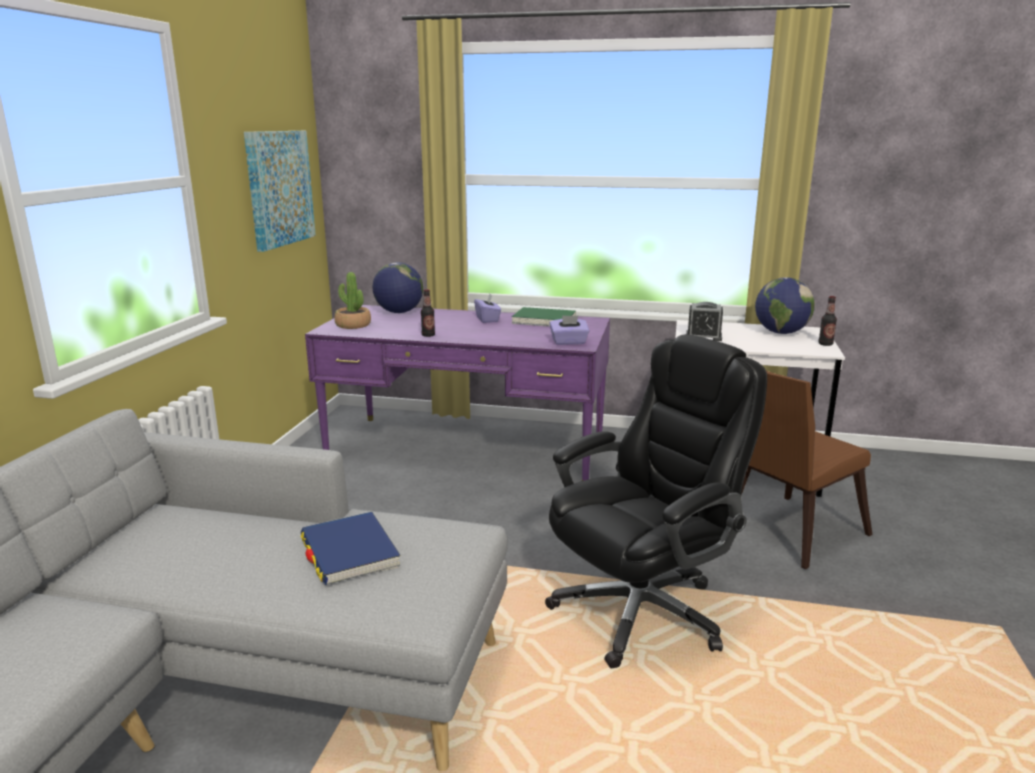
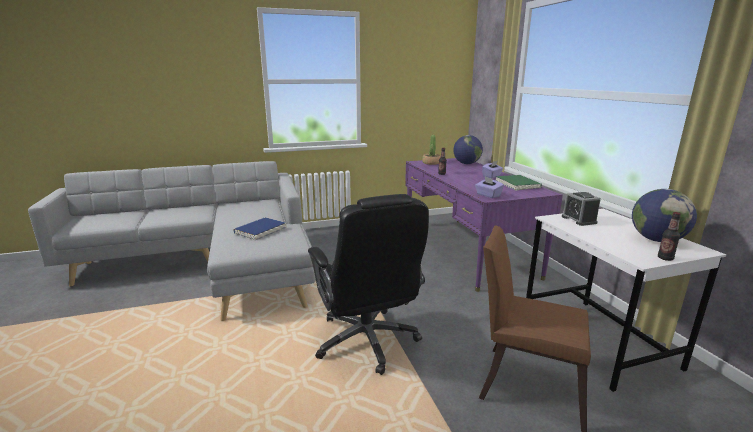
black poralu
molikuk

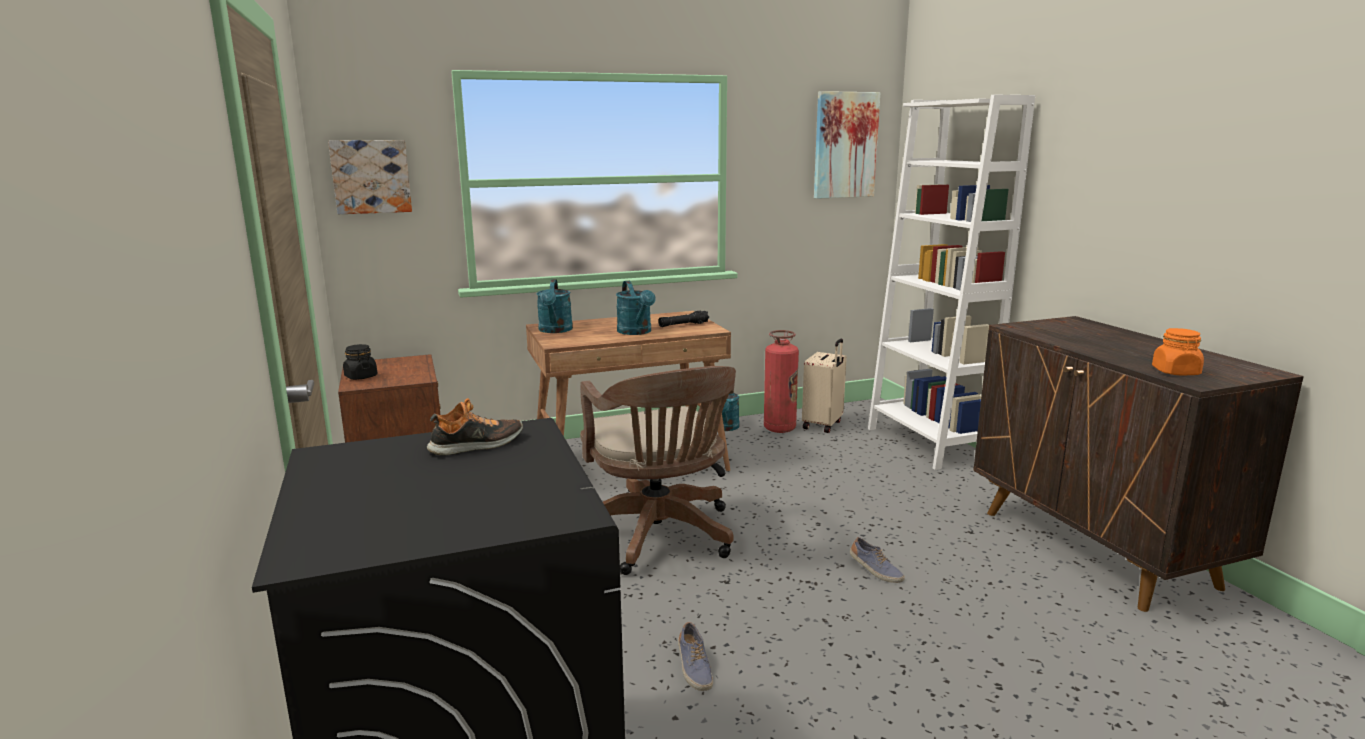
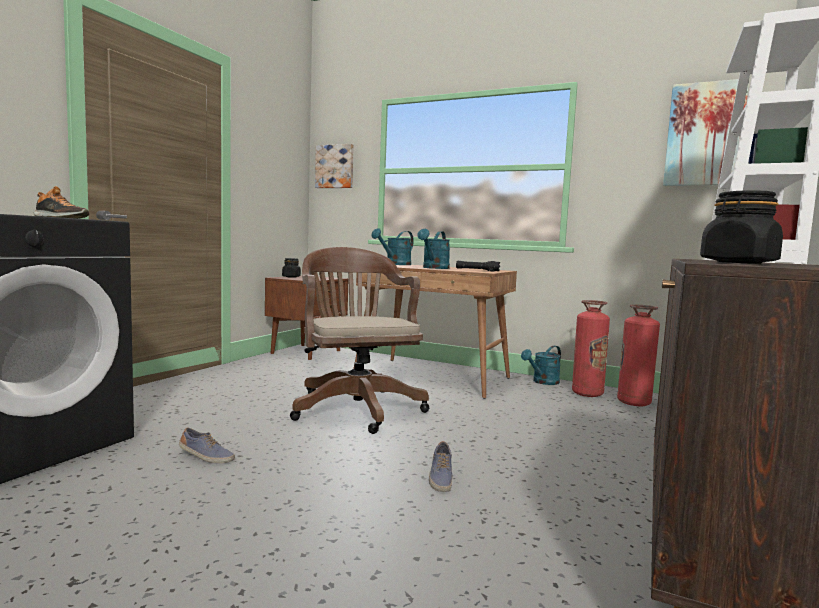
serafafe (2nd from left)
brown poralu
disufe (2nd from left)
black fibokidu (2nd from left)

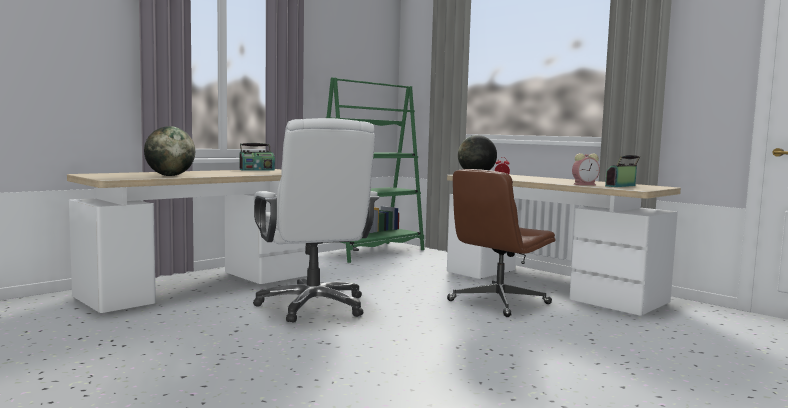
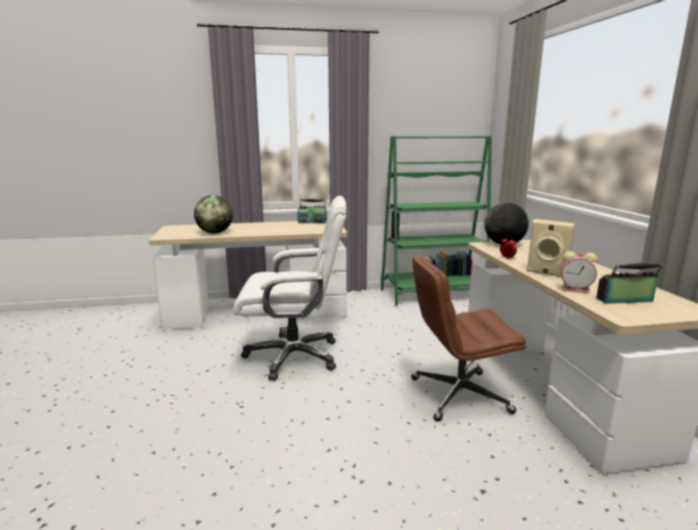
white poralu
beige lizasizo

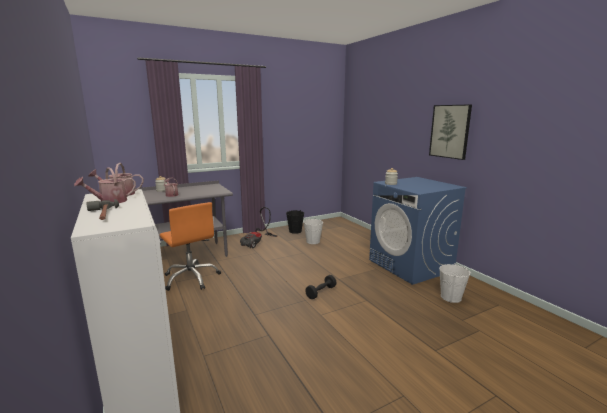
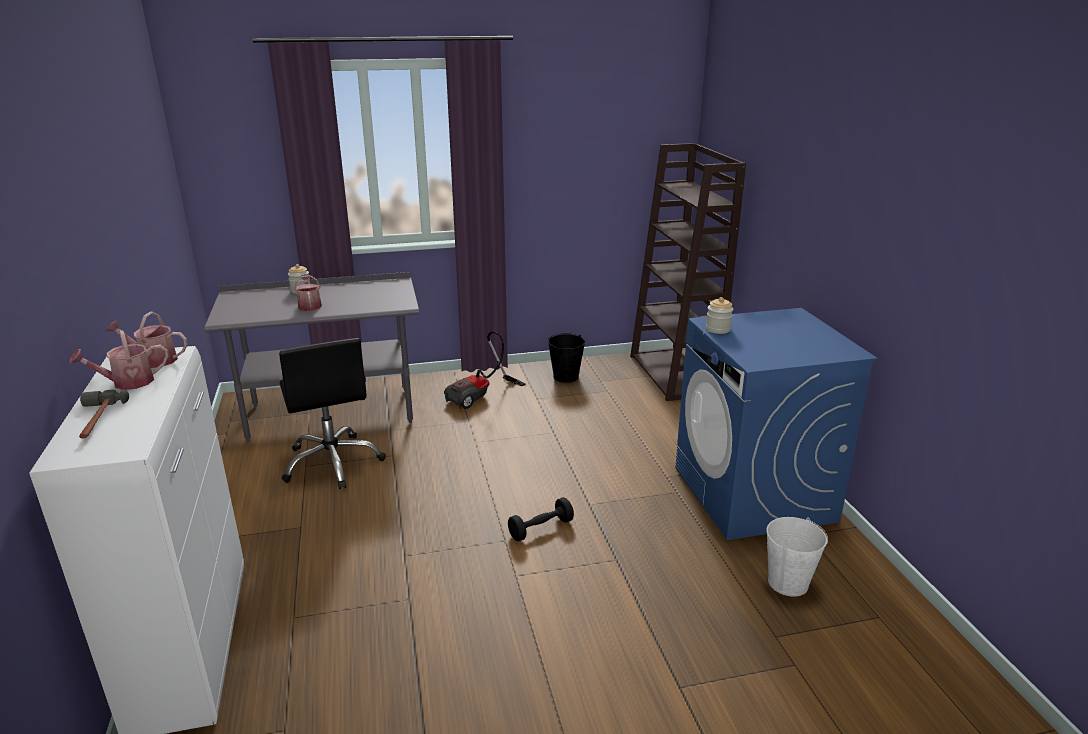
black poralu
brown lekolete
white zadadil (1st from left in the first image)
molikuk

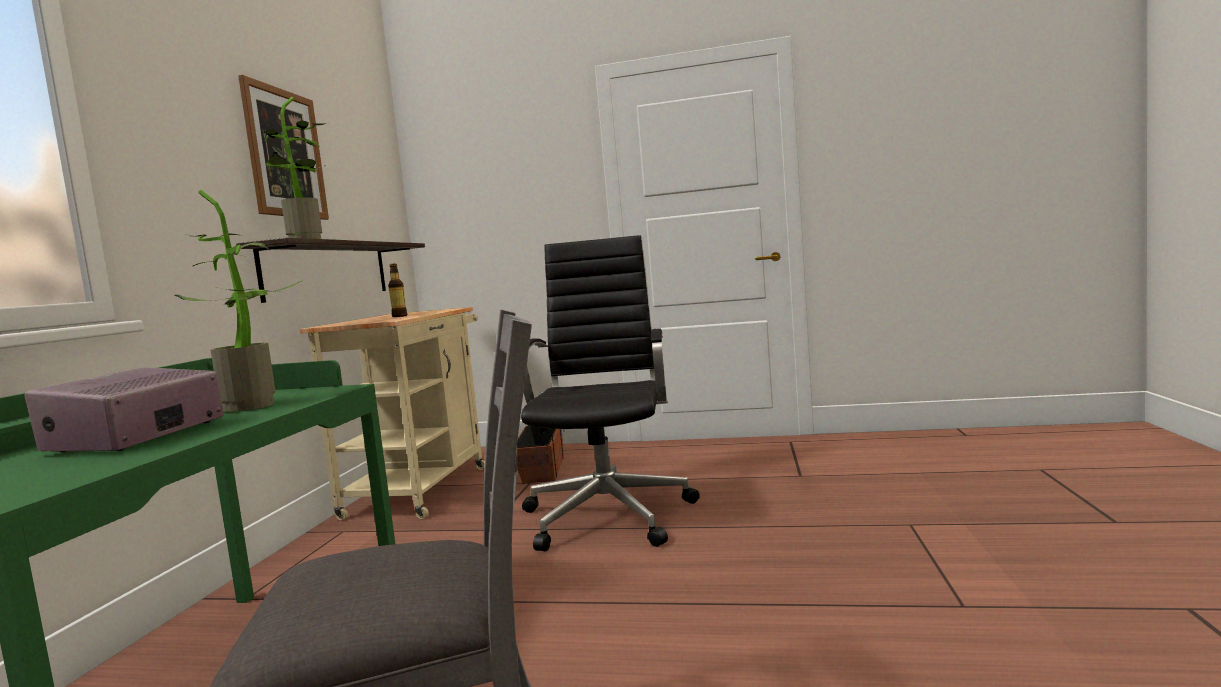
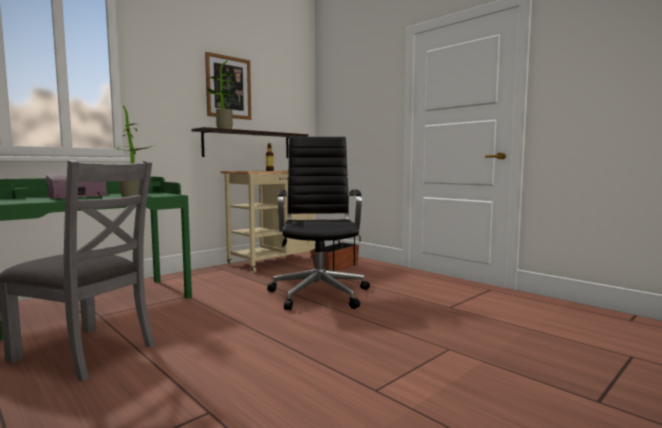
black poralu

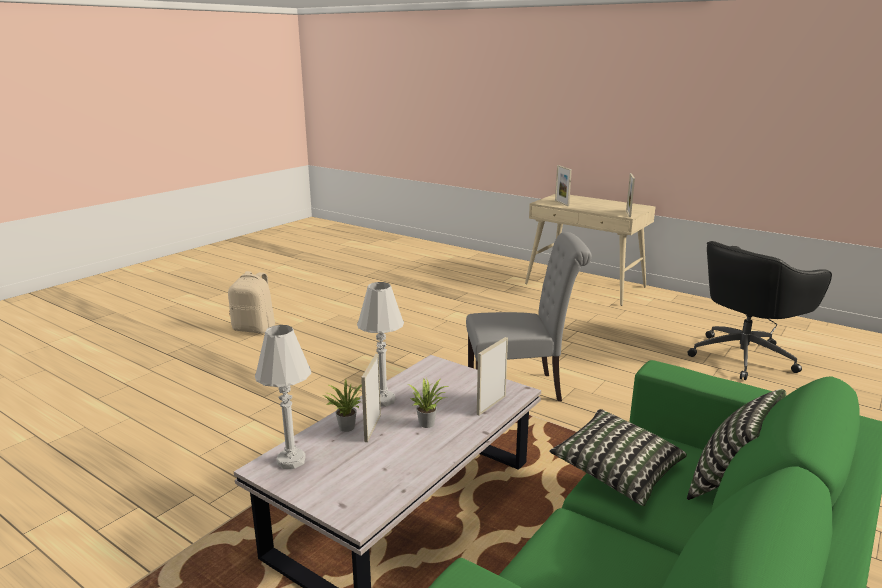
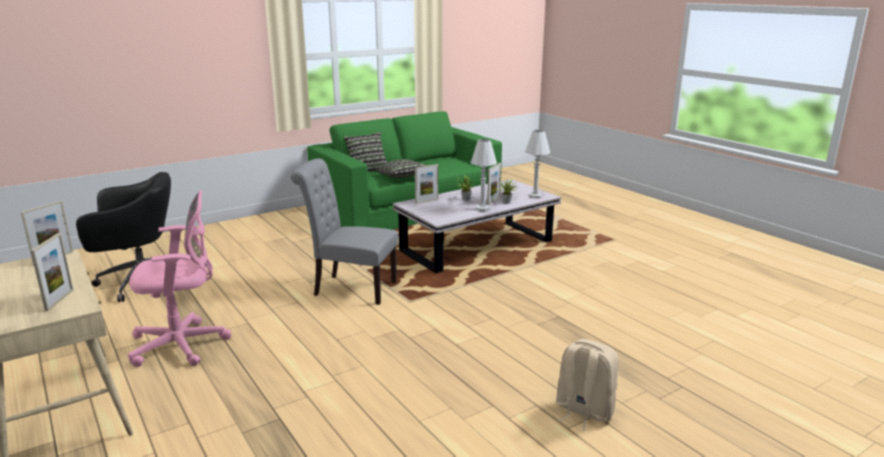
pink poralu

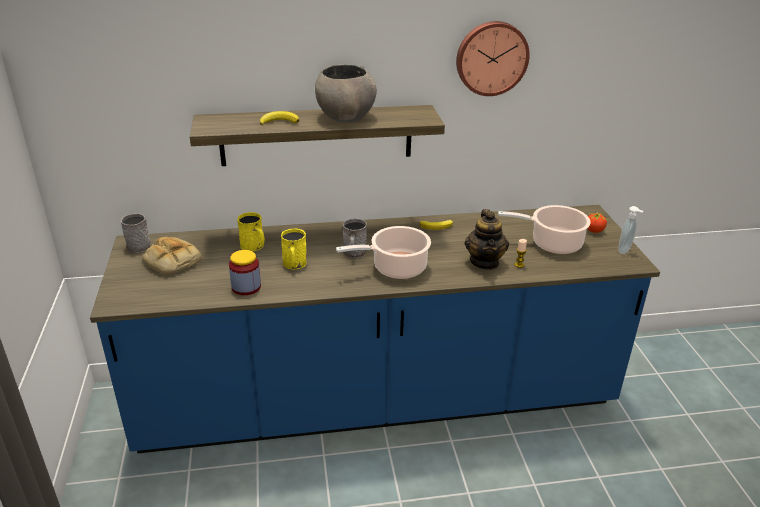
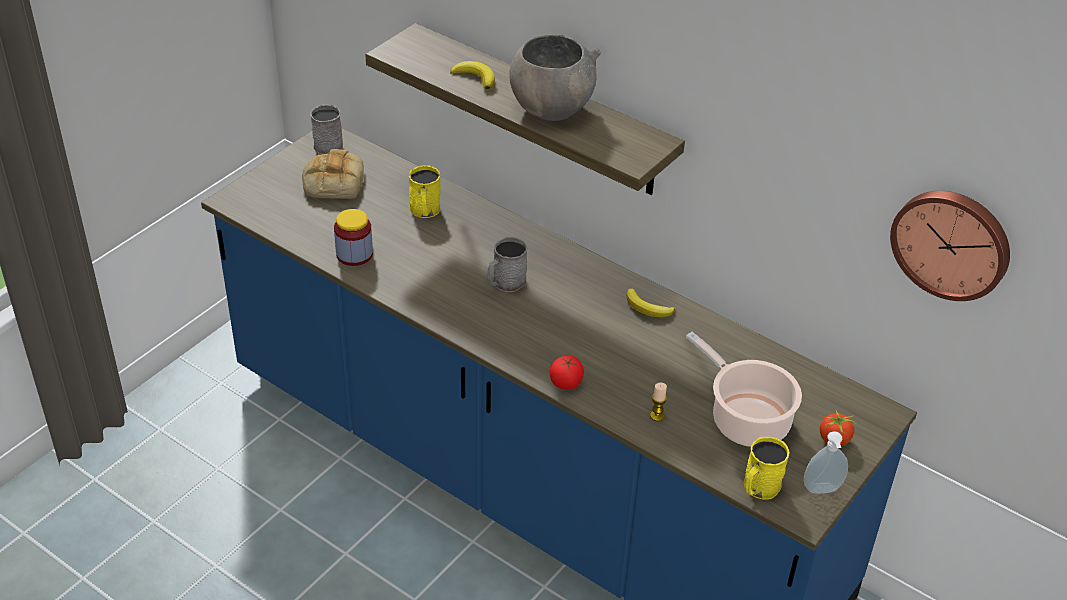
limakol (1st from left)
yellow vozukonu (2nd from left)
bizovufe
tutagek (1st from left in the first image)
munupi

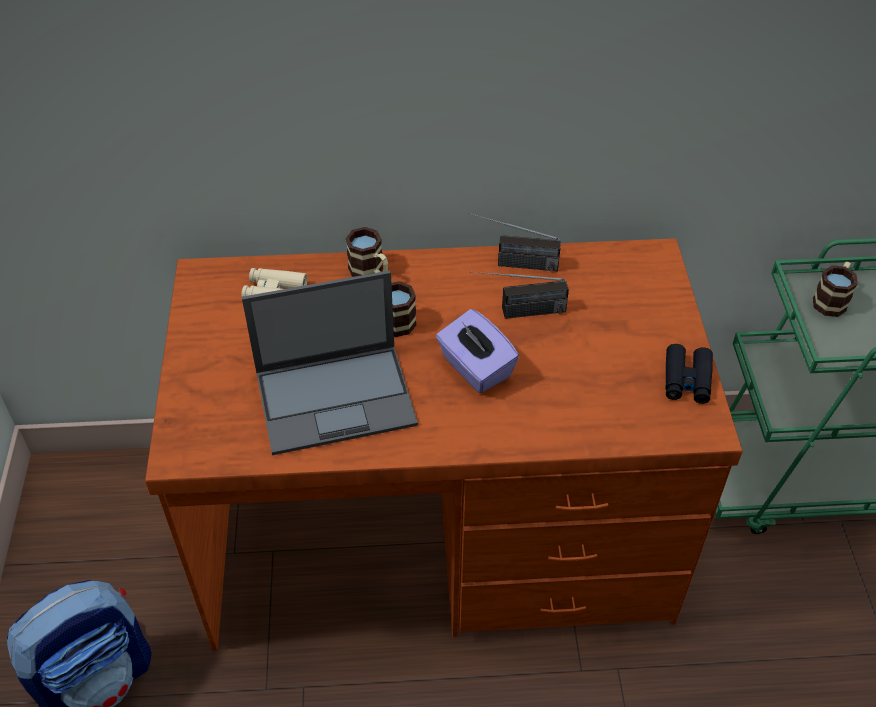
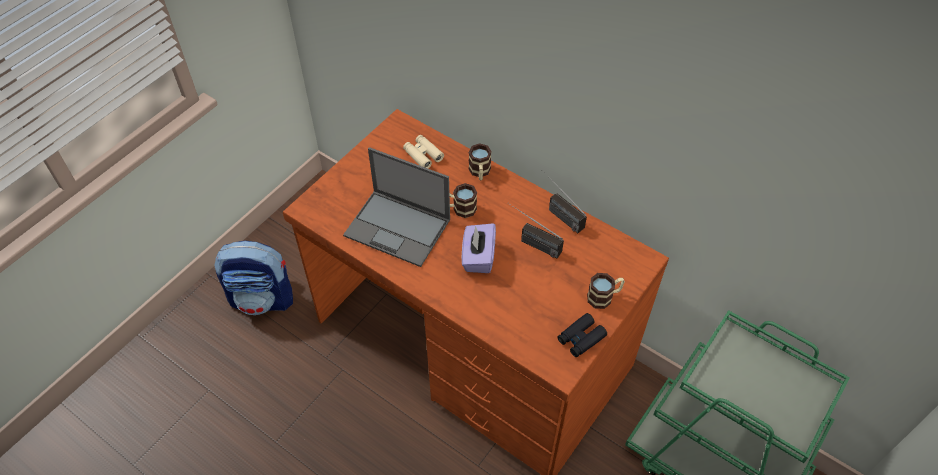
vozukonu (3rd from left)

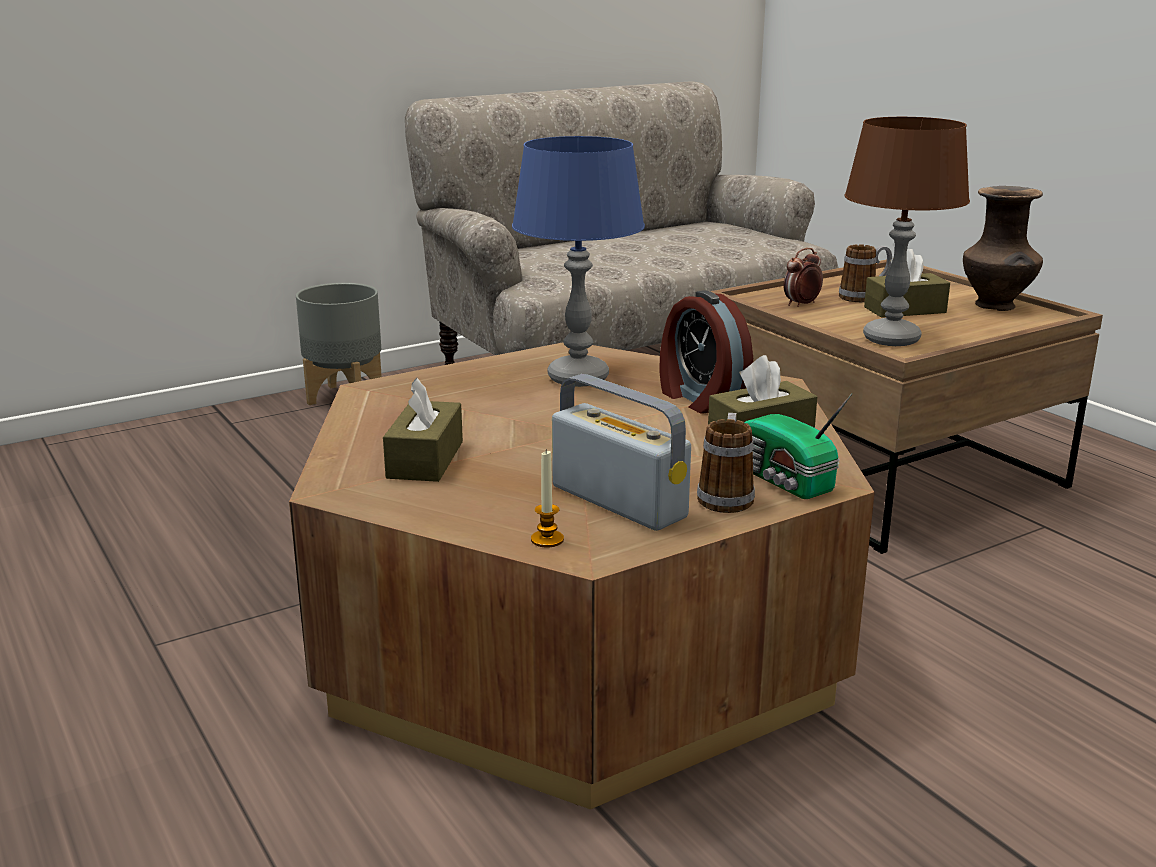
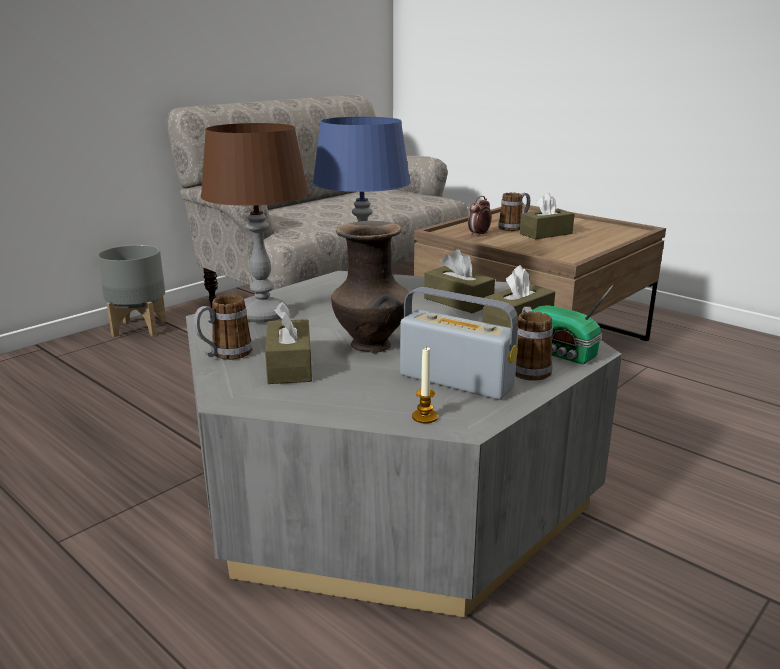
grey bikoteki
vozukonu (1st from left)
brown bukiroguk
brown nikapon
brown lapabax (2nd from left)

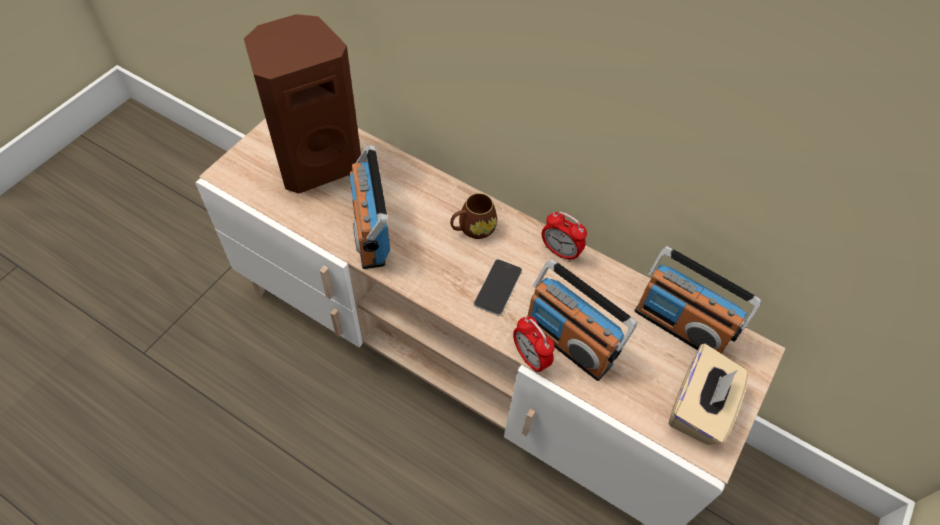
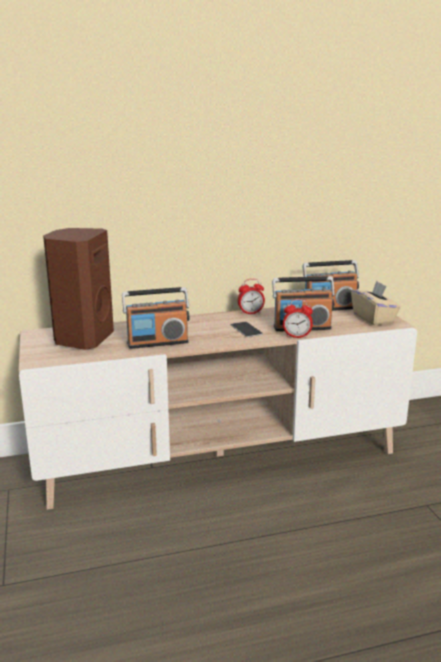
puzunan (1st from left)
brown vozukonu

